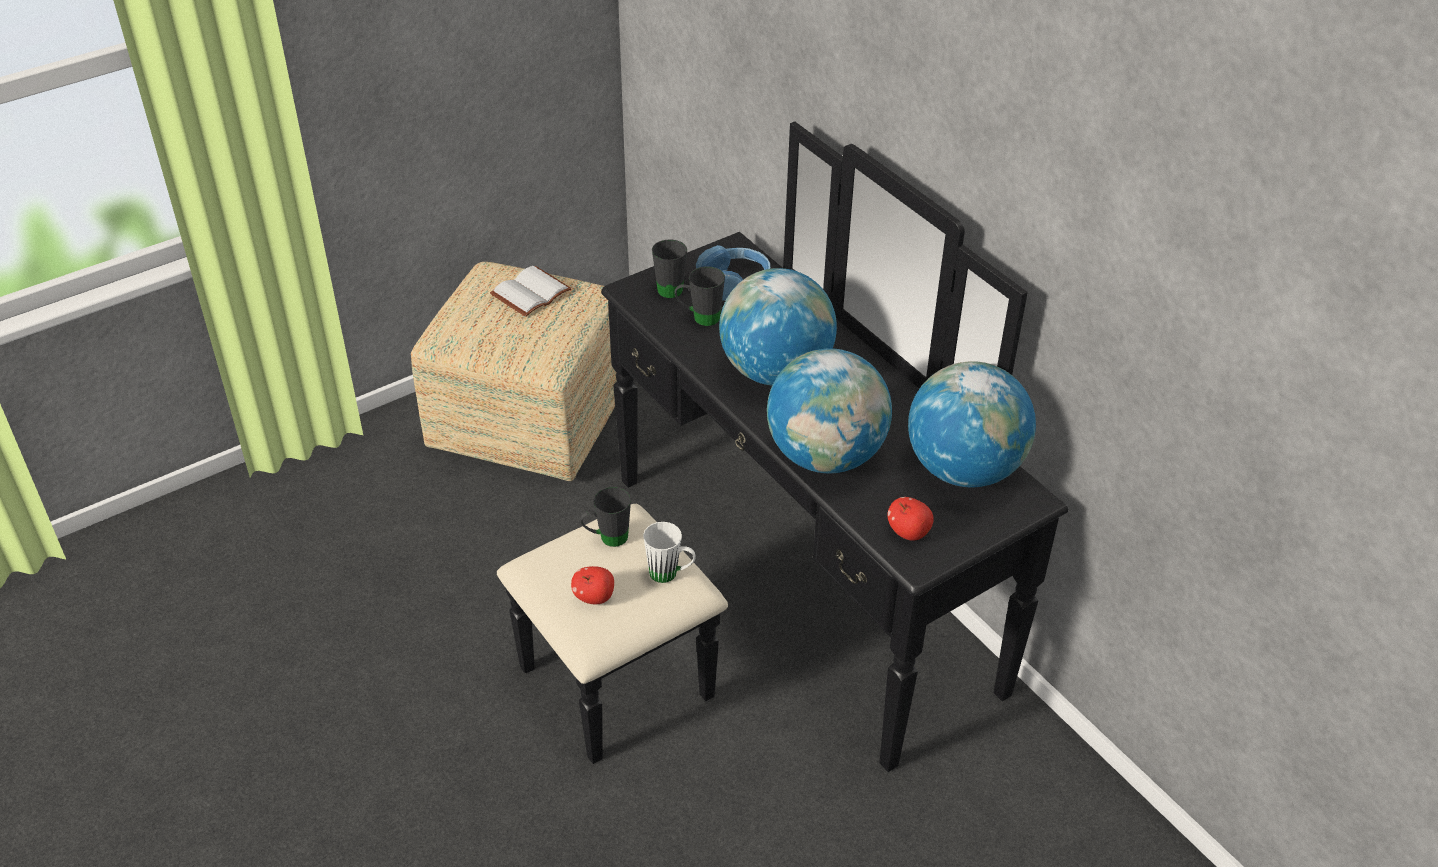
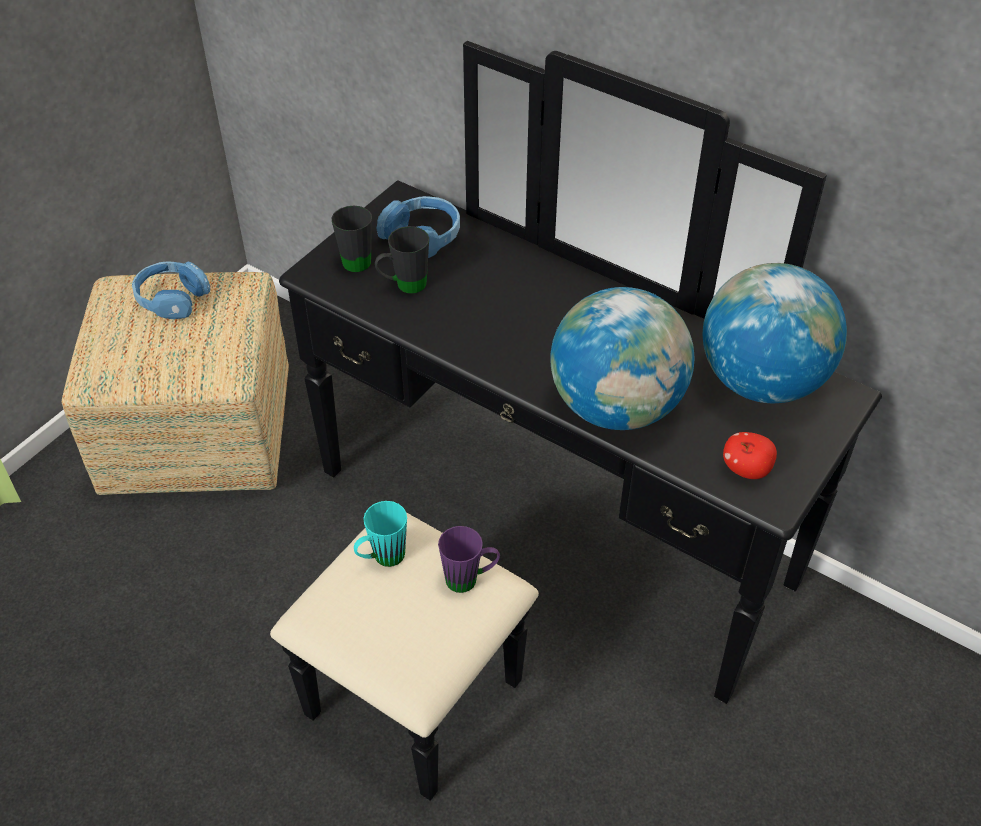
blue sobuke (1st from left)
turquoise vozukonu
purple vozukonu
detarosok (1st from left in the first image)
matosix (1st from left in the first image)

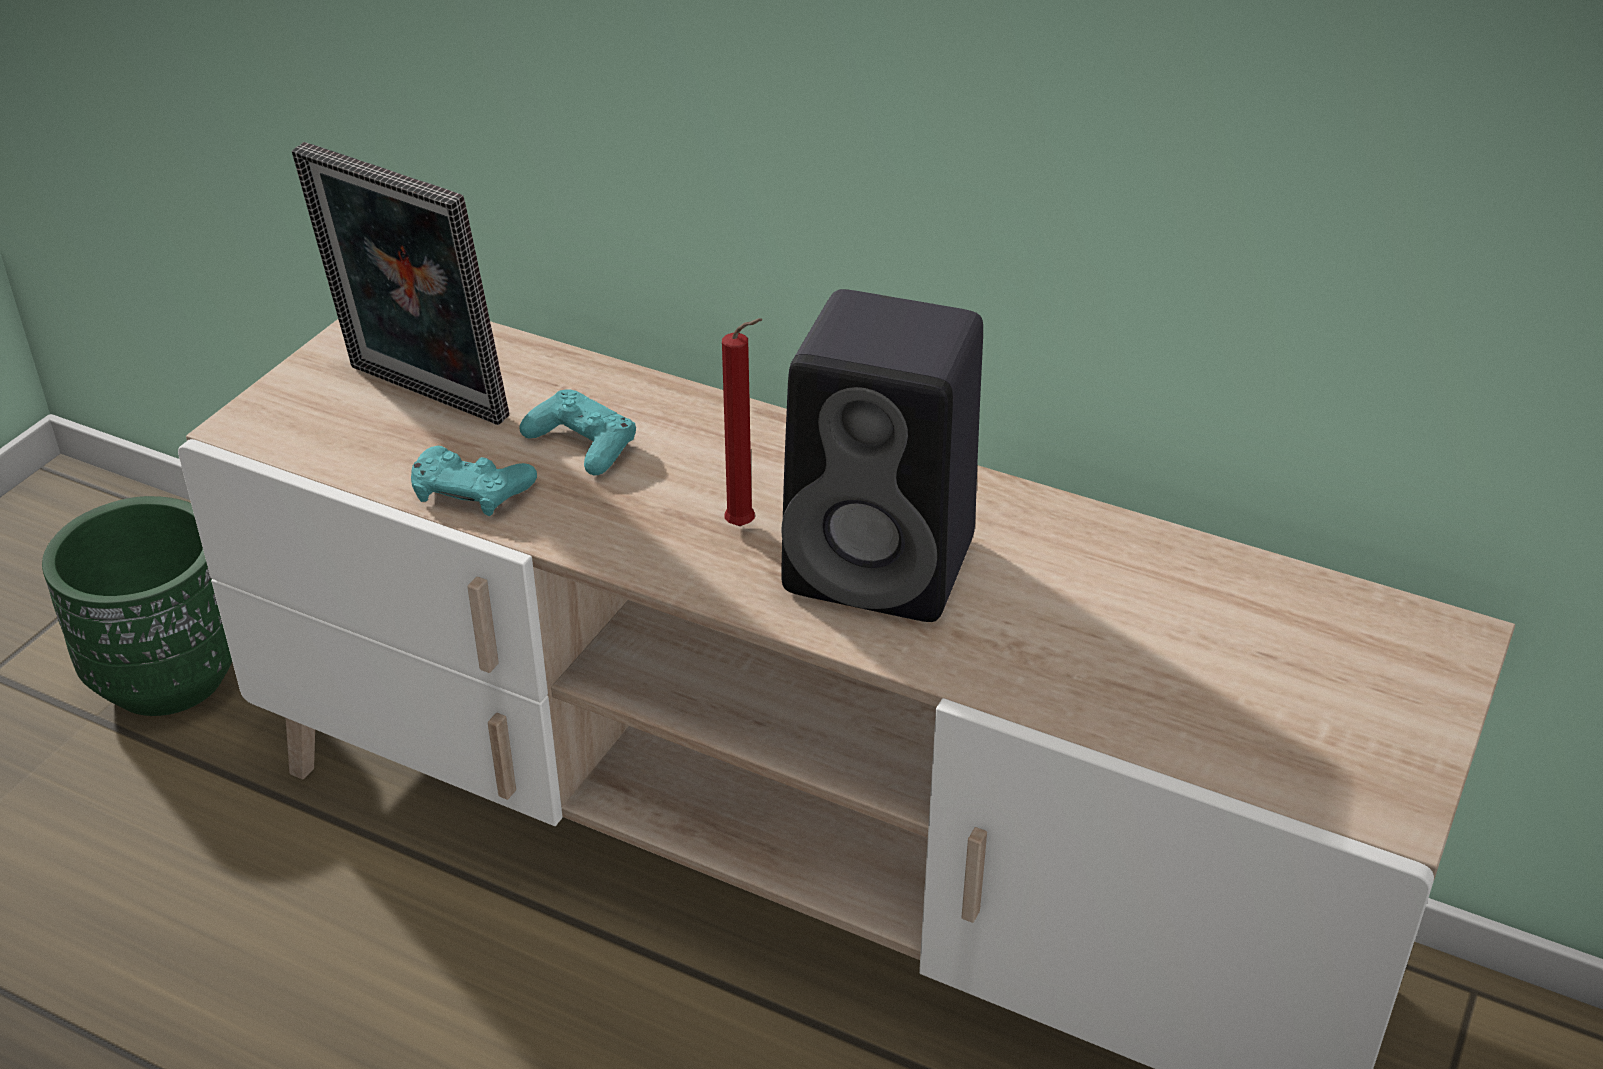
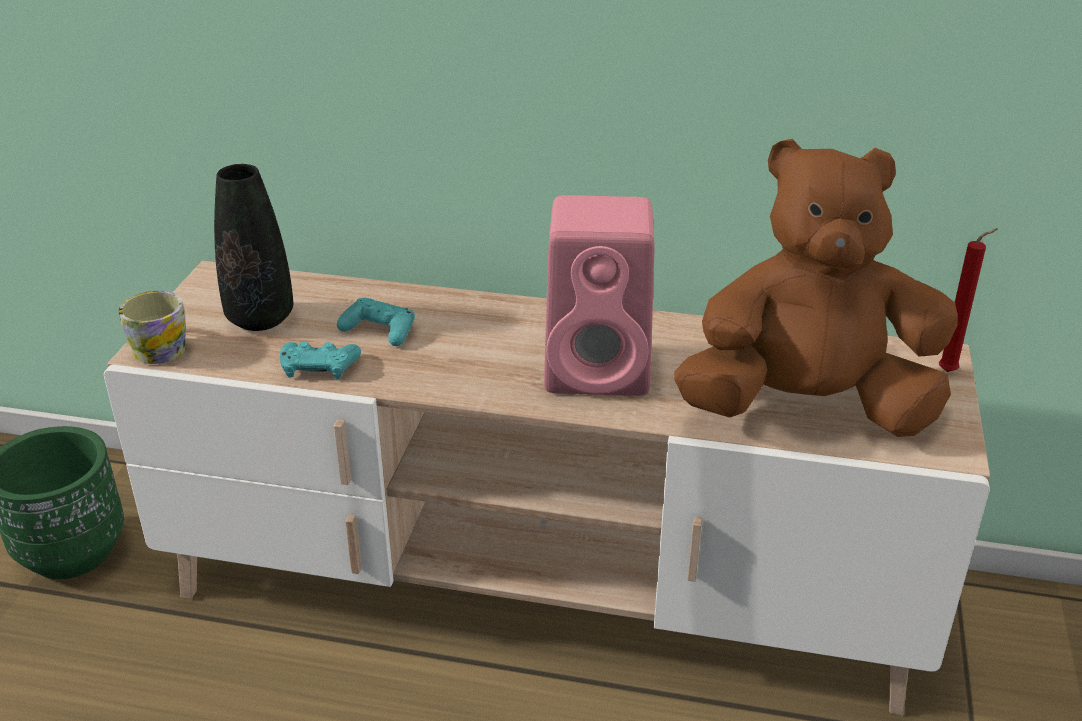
vozukonu
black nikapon
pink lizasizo
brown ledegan
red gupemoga

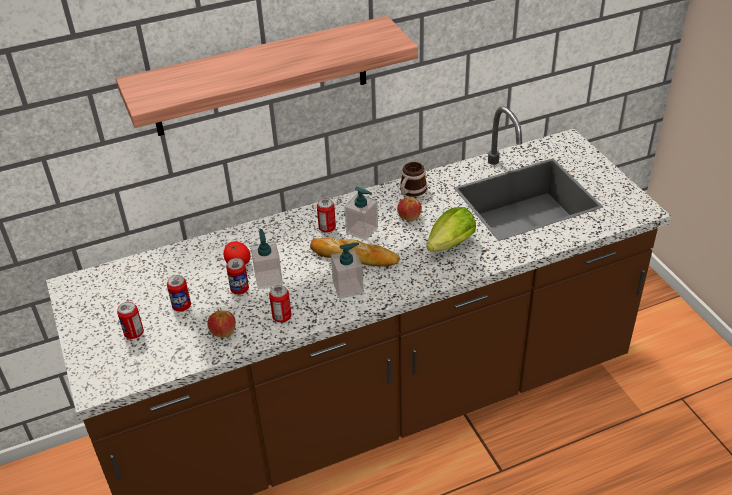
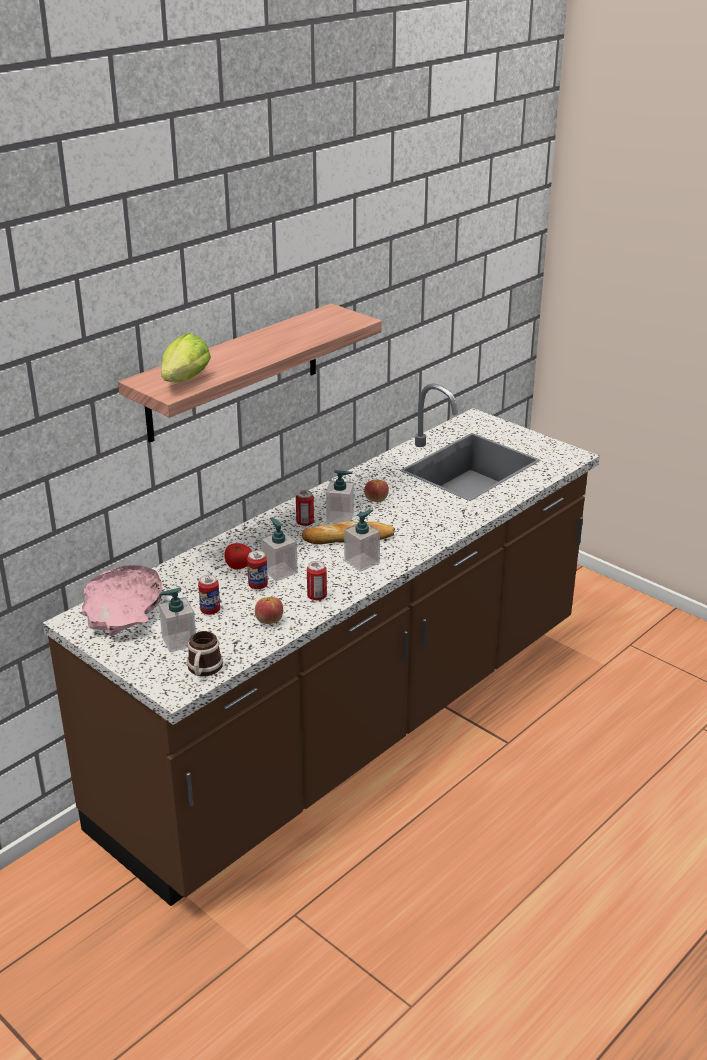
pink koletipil
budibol (1st from left)
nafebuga
vozukonu

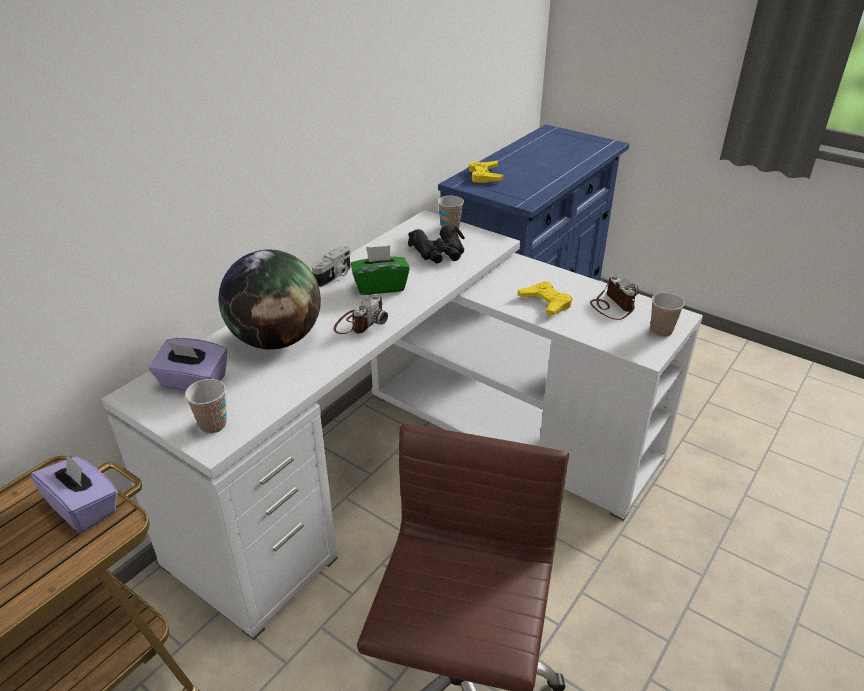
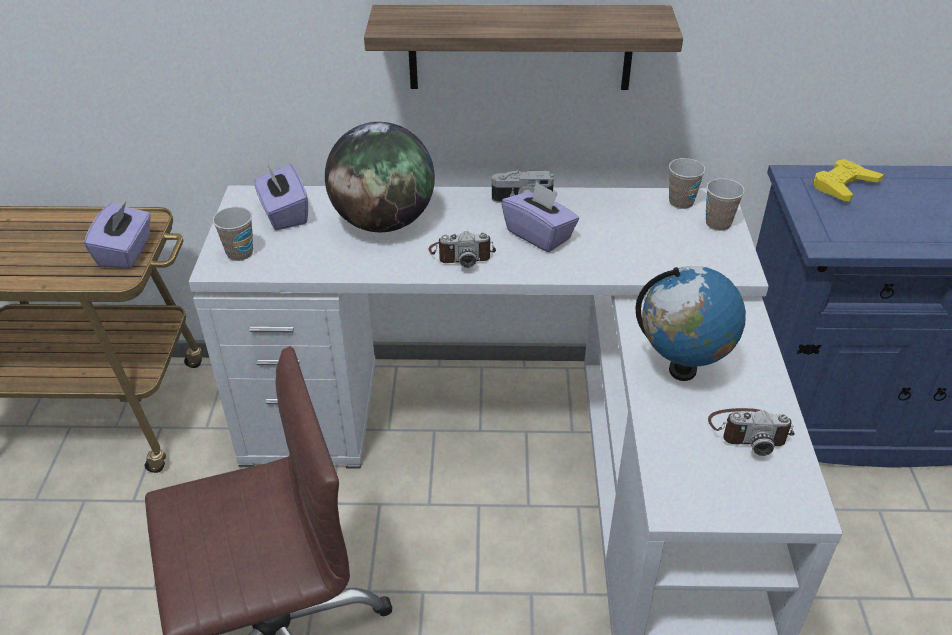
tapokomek
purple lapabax (3rd from left)
matosix (2nd from left)
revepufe (2nd from left)
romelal (3rd from left)
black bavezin

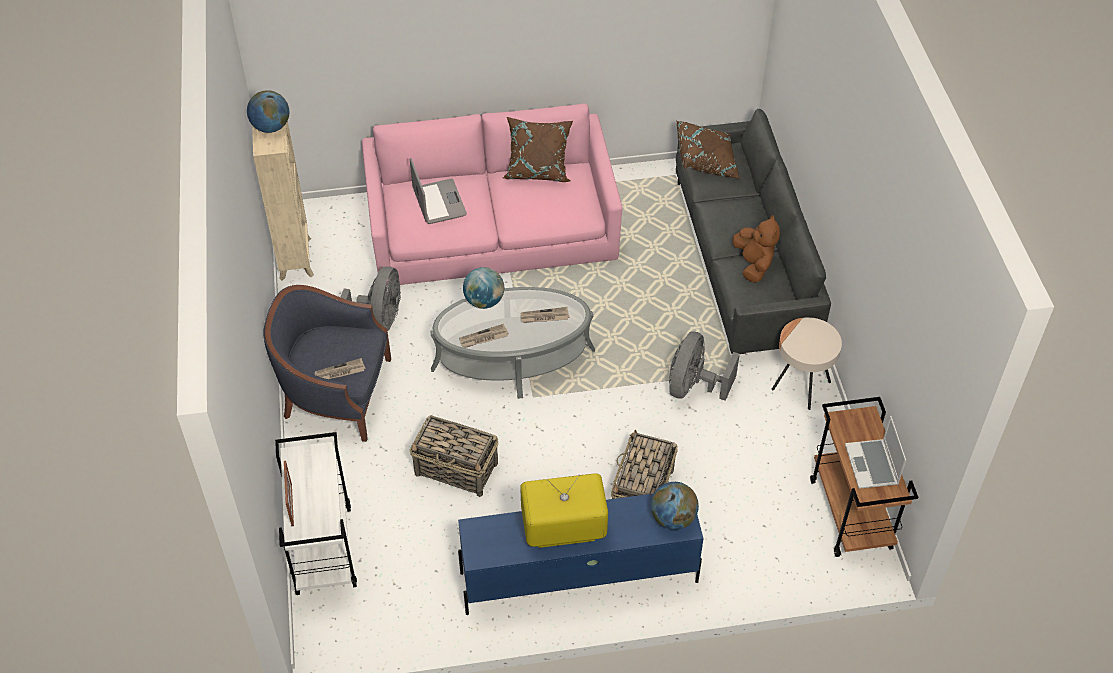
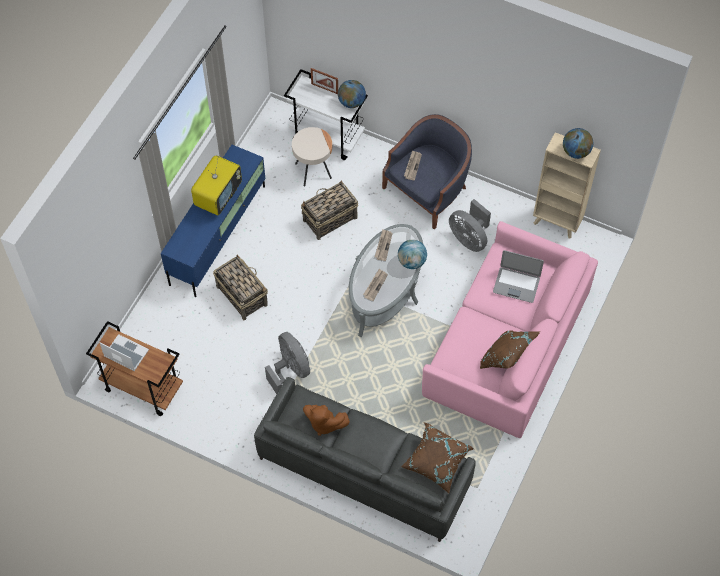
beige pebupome
matosix (1st from left)

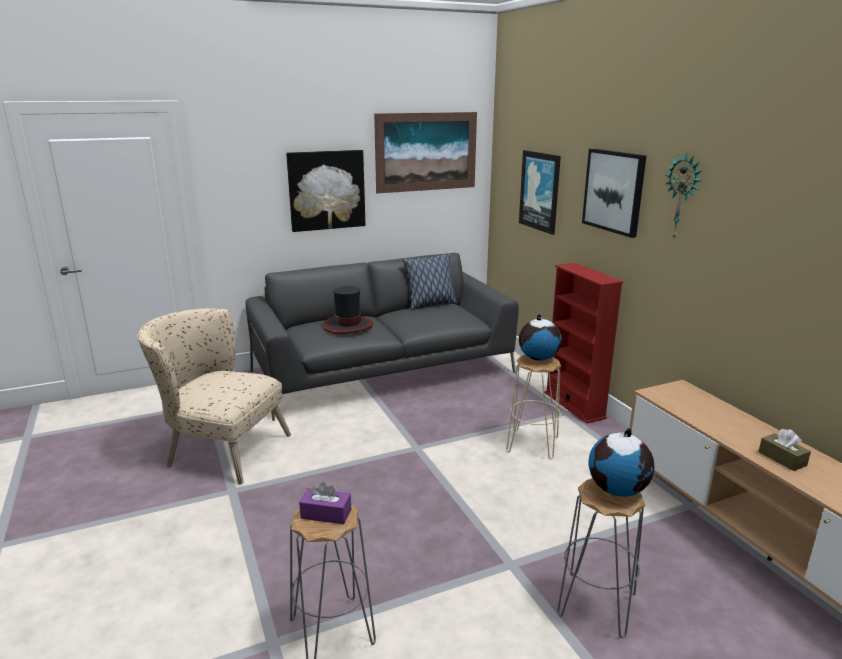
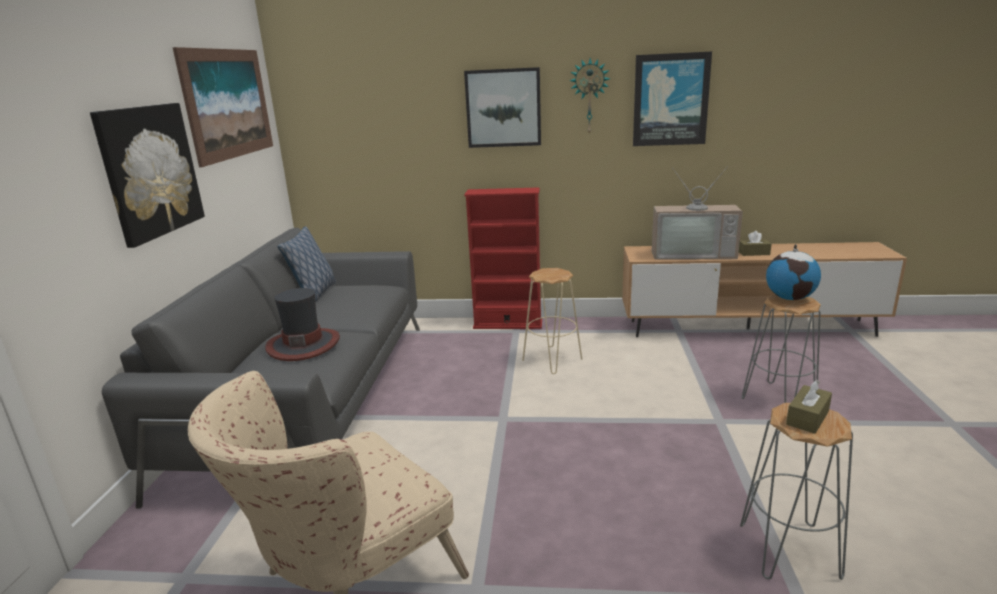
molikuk (4th from left)
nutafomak
brown lapabax (2nd from left)
matosix (1st from left in the first image)

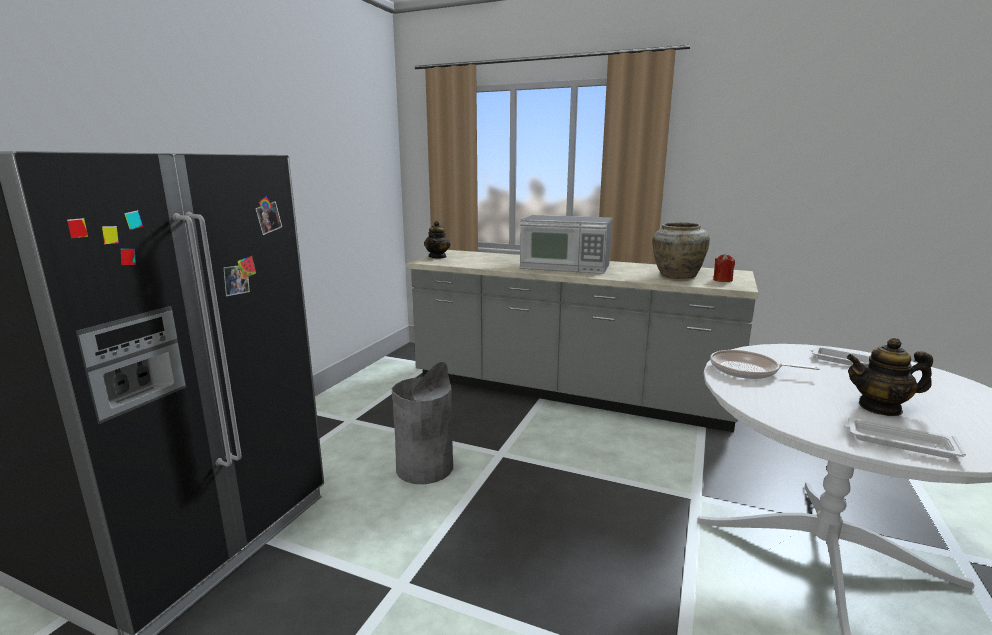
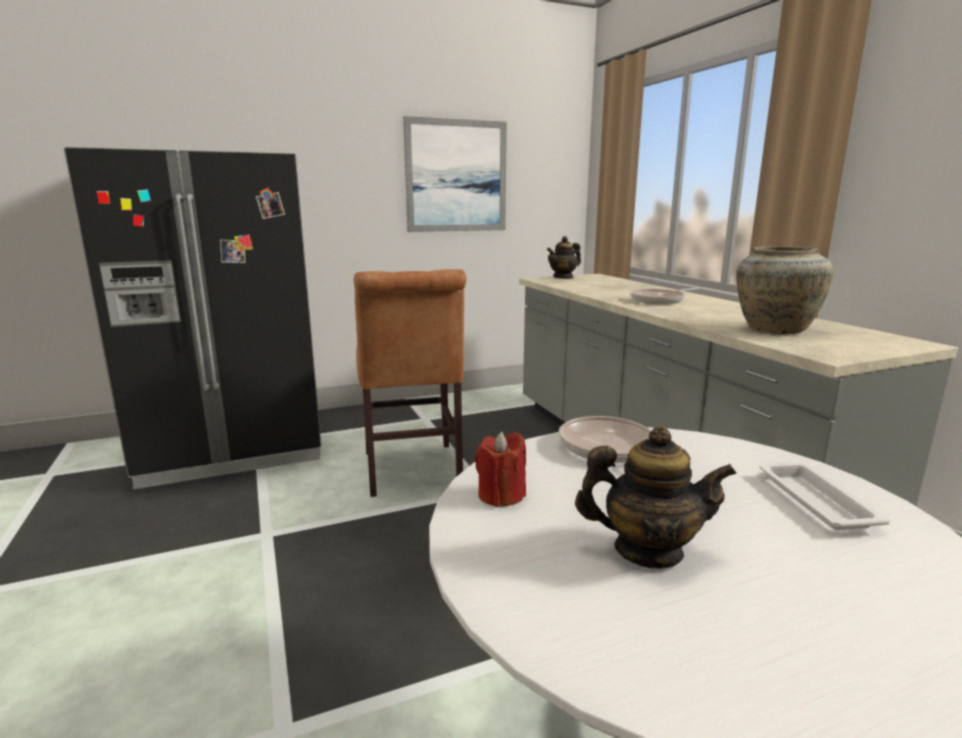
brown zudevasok
molikuk
red gupemoga
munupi (2nd from left)
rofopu (2nd from left)
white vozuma (2nd from left in the first image)

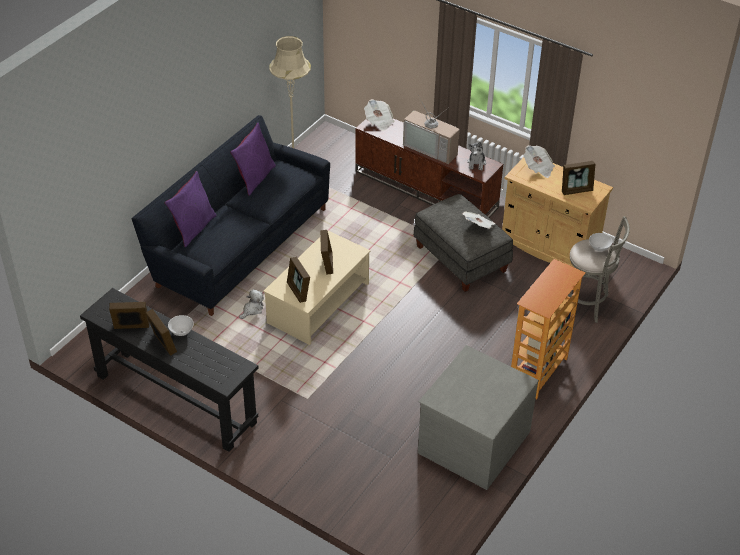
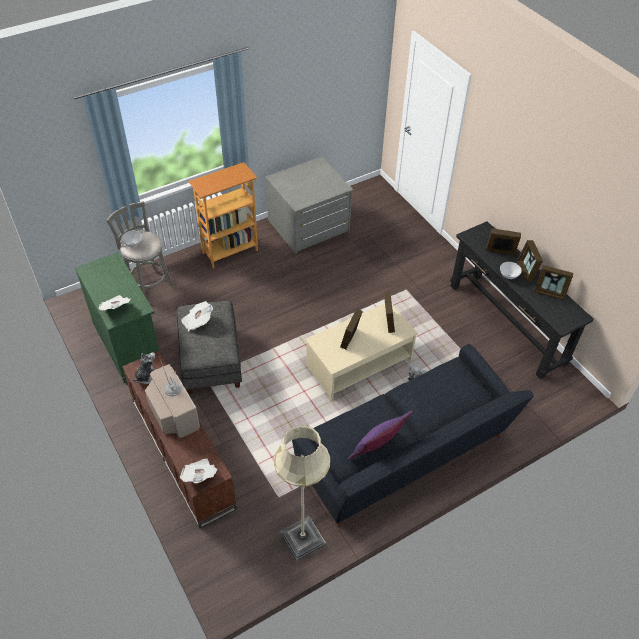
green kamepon
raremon (3rd from left)
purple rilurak (1st from left in the first image)

